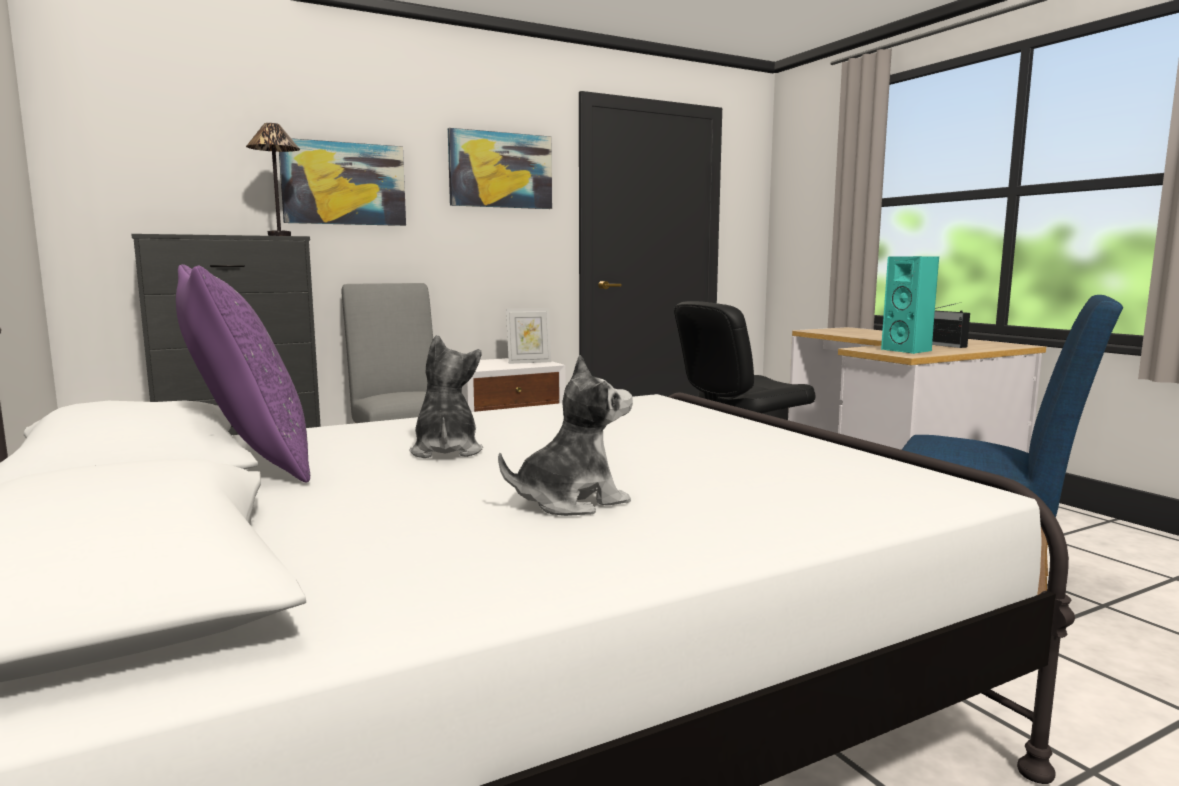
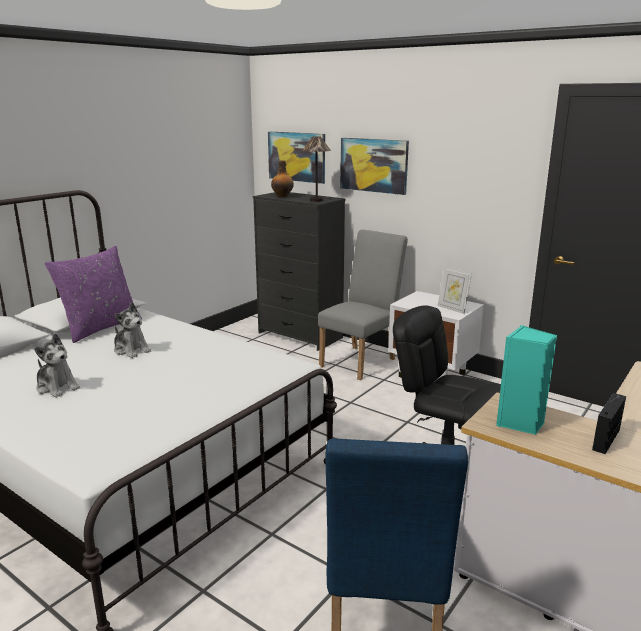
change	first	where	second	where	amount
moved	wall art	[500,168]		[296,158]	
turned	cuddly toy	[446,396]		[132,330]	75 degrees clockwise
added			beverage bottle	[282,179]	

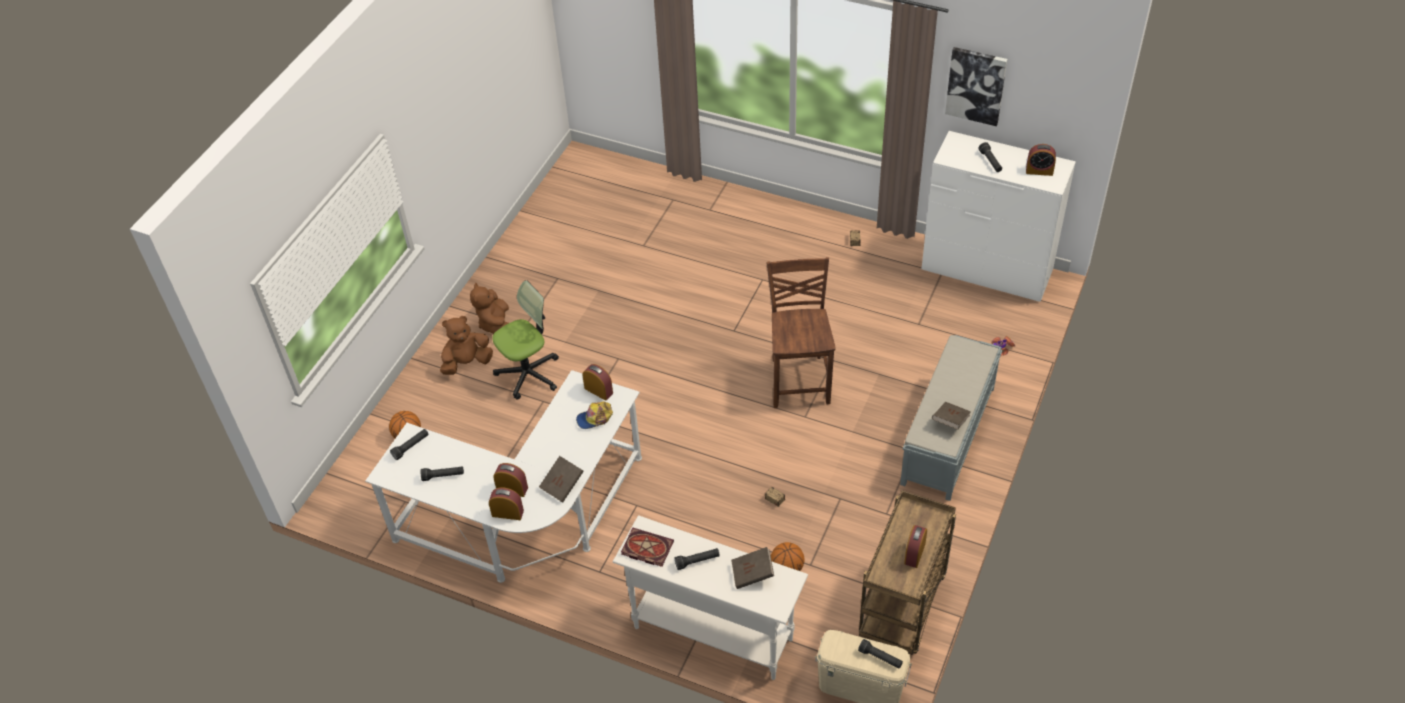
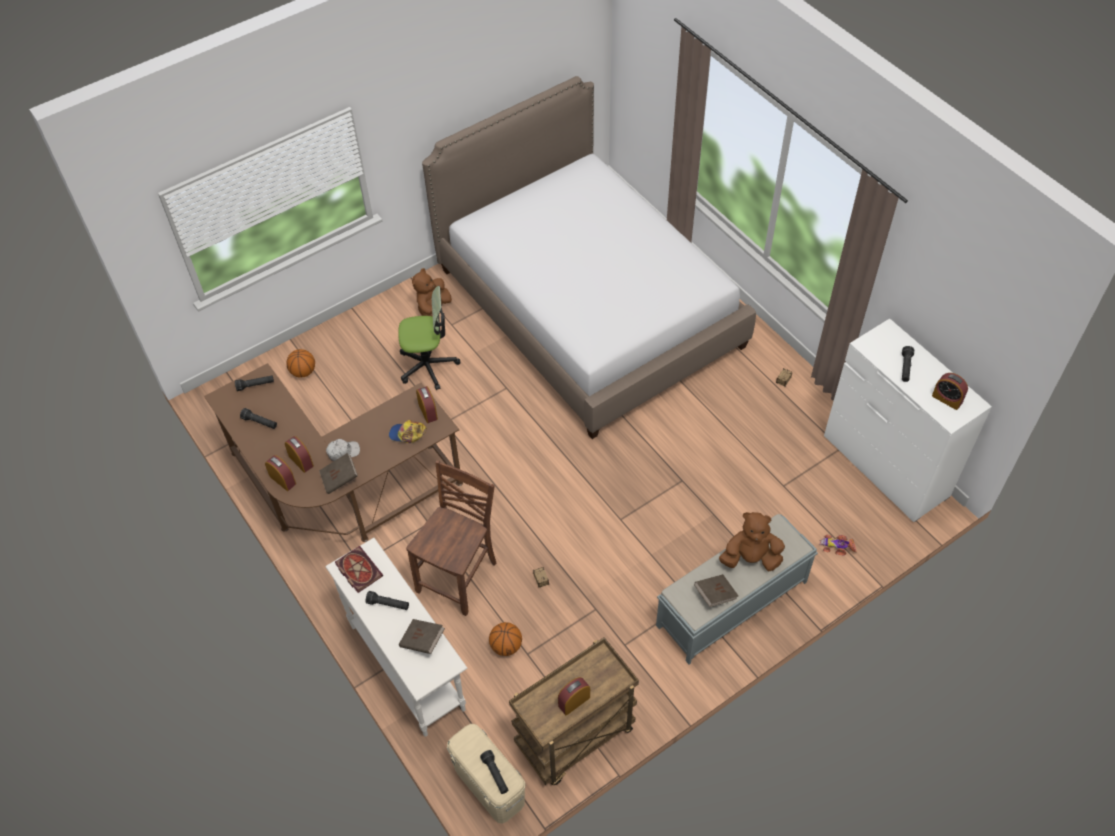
change	first	where	second	where	amount
removed	wall art	[976,86]			
moved	brownish upright chair	[801,332]		[451,538]	
moved	brownish cuddly toy	[466,345]		[752,541]	
recoloured	white-coloured desk table	[503,476]	brownish desk table	[333,452]	
added			bed	[589,257]	
added			white-coloured cap	[343,450]	

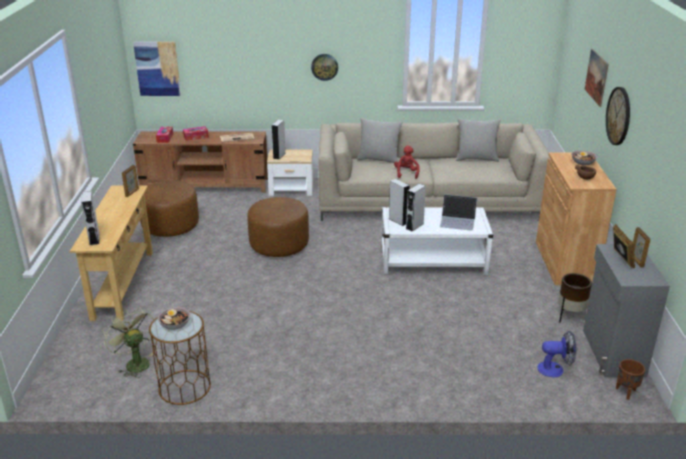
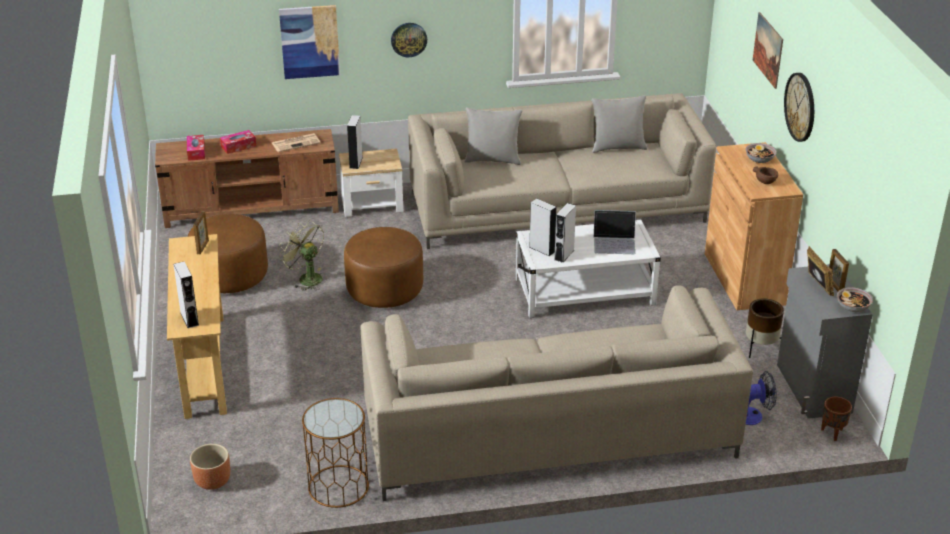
change	first	where	second	where	amount
moved	wall art	[157,69]		[309,42]	
removed	red cuddly toy	[407,162]			
moved	green-coloured fan	[128,342]		[301,256]	
moved	bowl	[174,318]		[855,299]	
added			beige-coloured couch	[556,393]	
added			brownish planter	[210,467]	

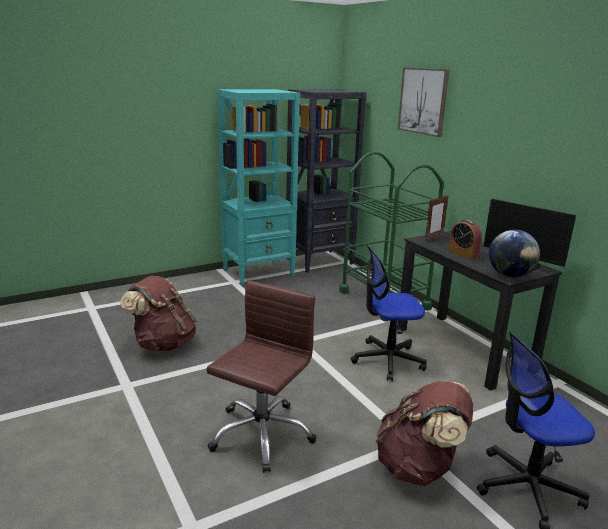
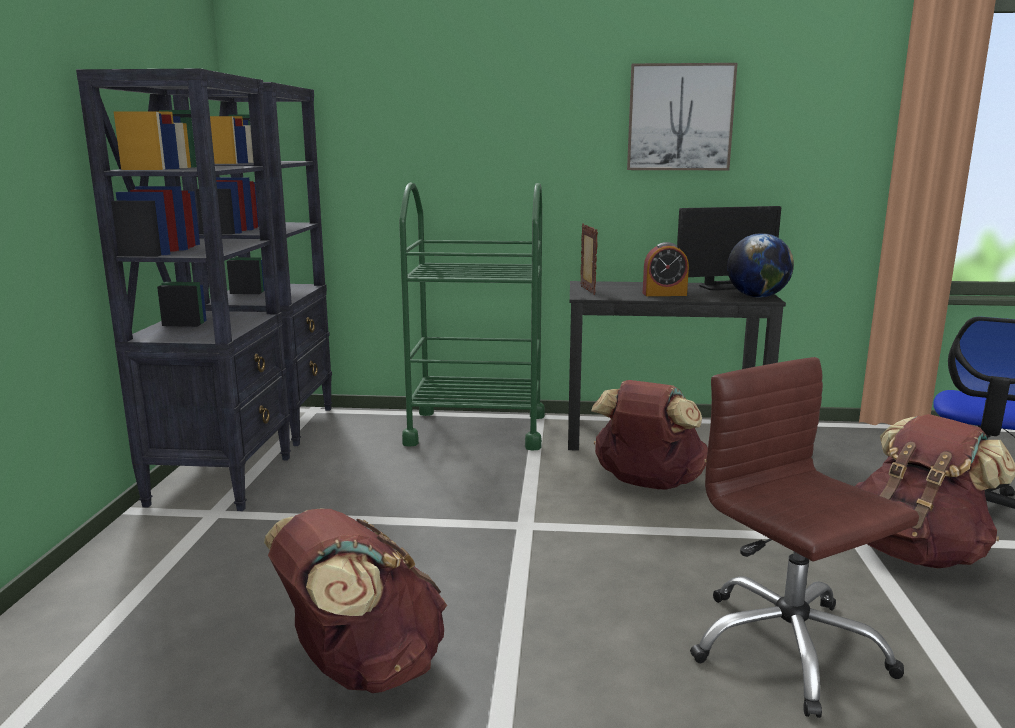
change	first	where	second	where	amount
moved	wall art	[423,102]		[682,116]	
recoloured	blue-green shelving unit	[259,187]	black-coloured shelving unit	[183,290]	
replaced	computer chair	[389,312]	brownish backpack	[649,435]	

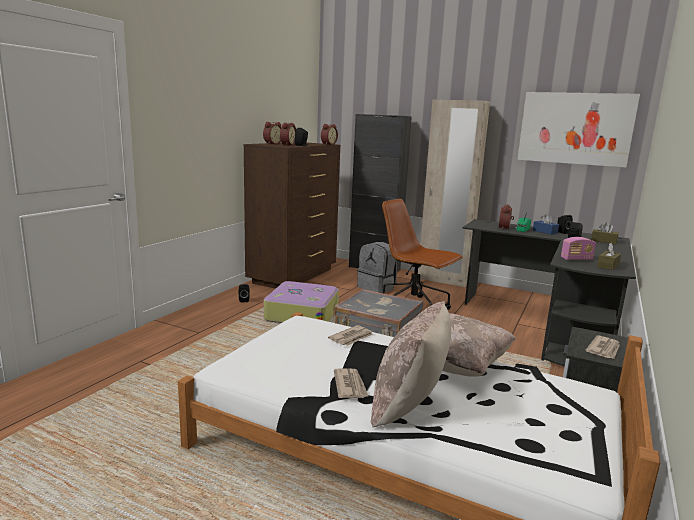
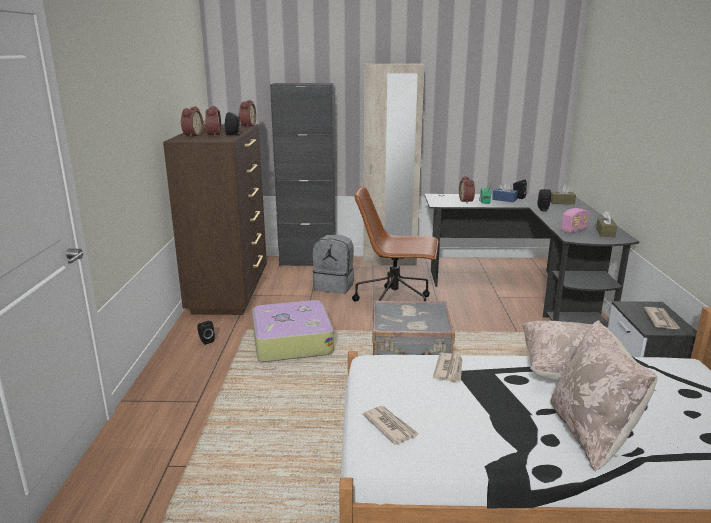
change	first	where	second	where	amount
removed	wall art	[578,129]			
moved	newspaper	[351,383]		[390,425]	

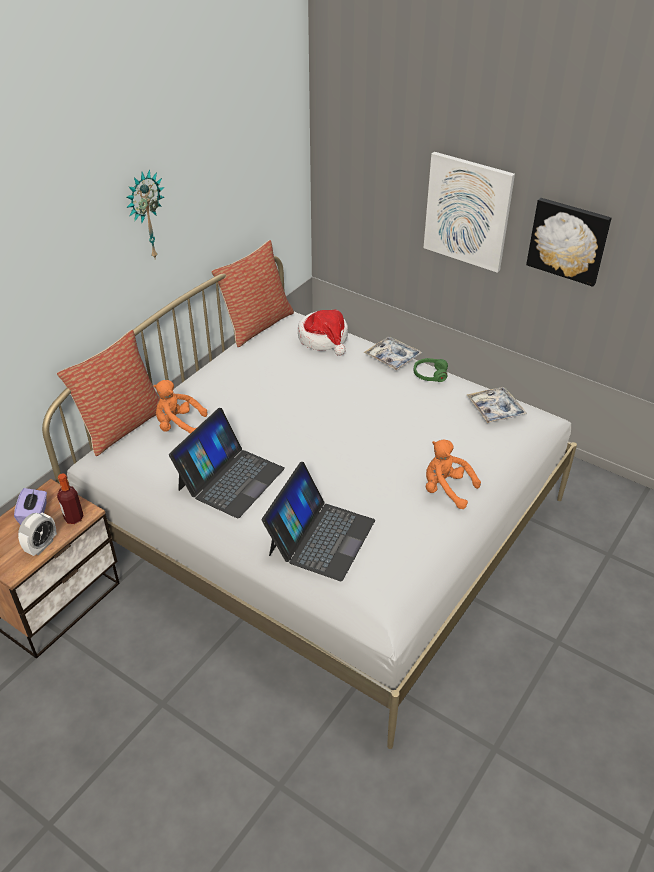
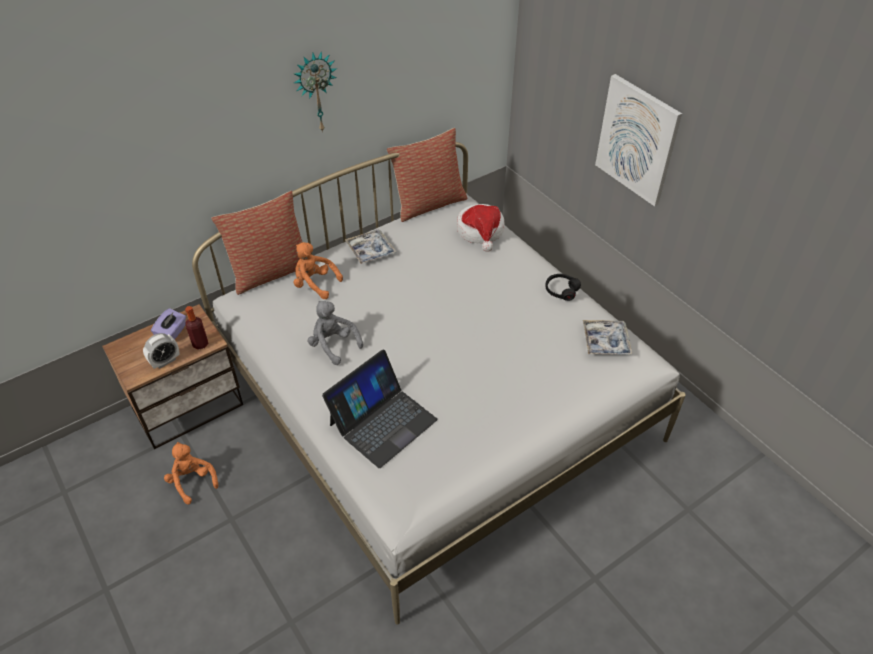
change	first	where	second	where	amount
removed	wall art	[568,242]			
moved	serving tray	[392,353]		[371,246]	
recoloured	green-coloured headphones	[430,370]	black-coloured headphones	[563,287]	
replaced	notebook computer	[227,463]	greyish cuddly toy	[335,333]	
moved	orange cuddly toy	[453,474]		[191,473]	

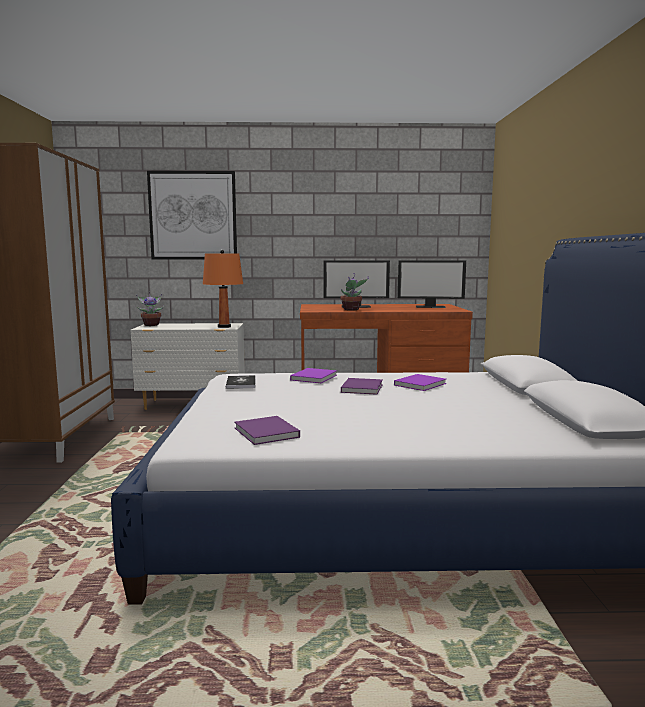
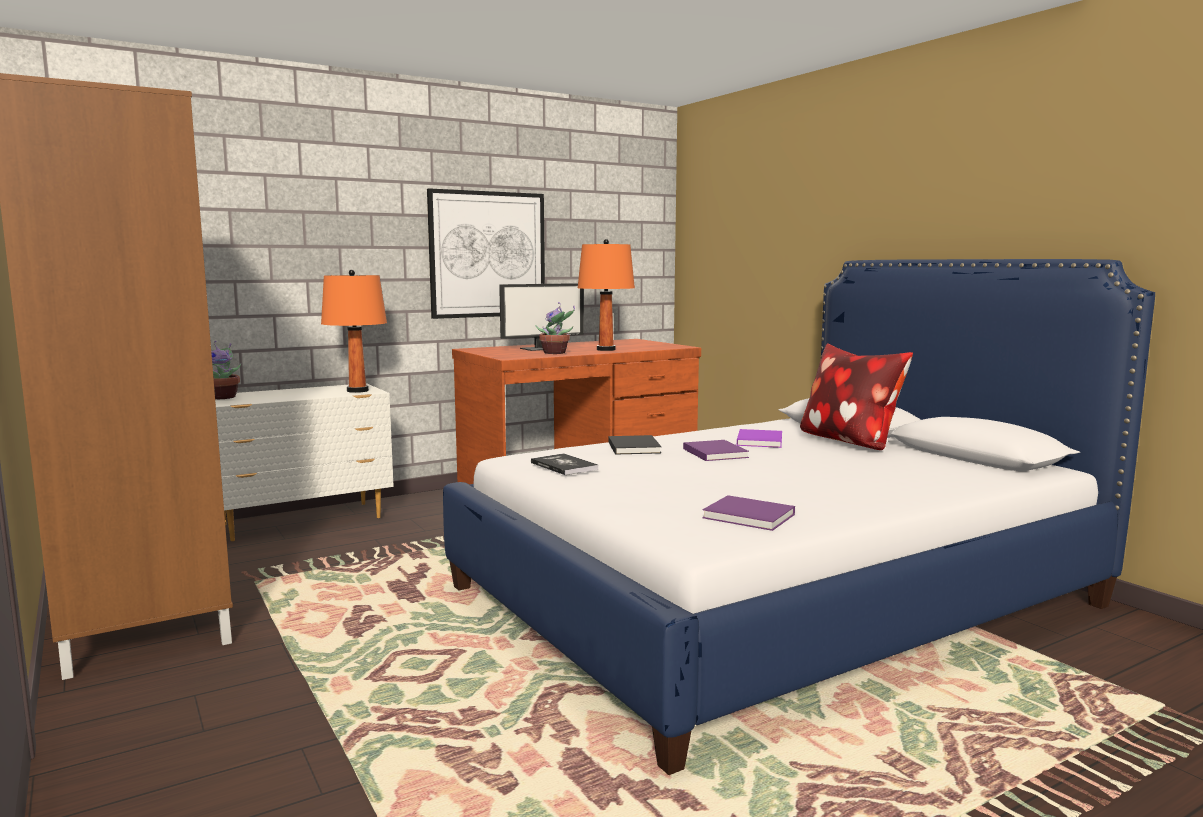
change	first	where	second	where	amount
moved	wall art	[192,215]		[486,253]	
removed	monitor	[432,284]			
recoloured	purplish bound book	[313,375]	black-coloured bound book	[635,445]	
added			orange table lamp	[606,295]	
added			throw pillow	[856,396]	

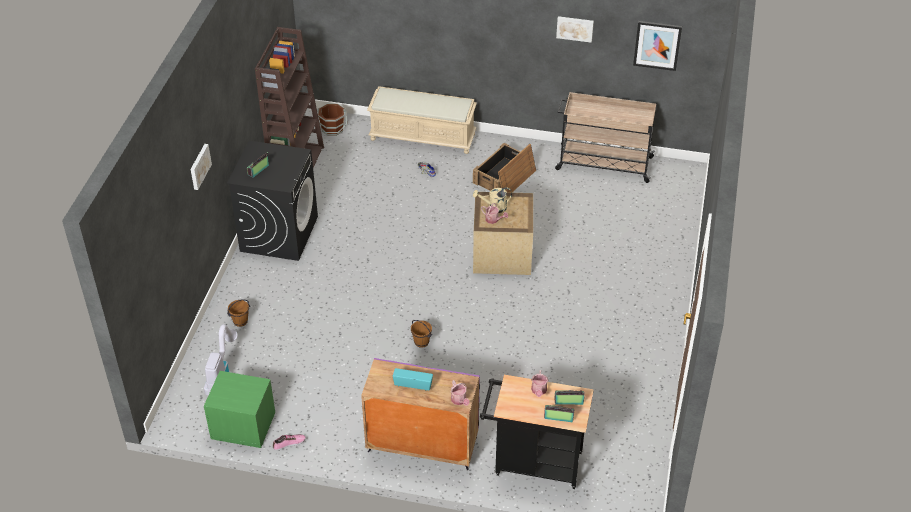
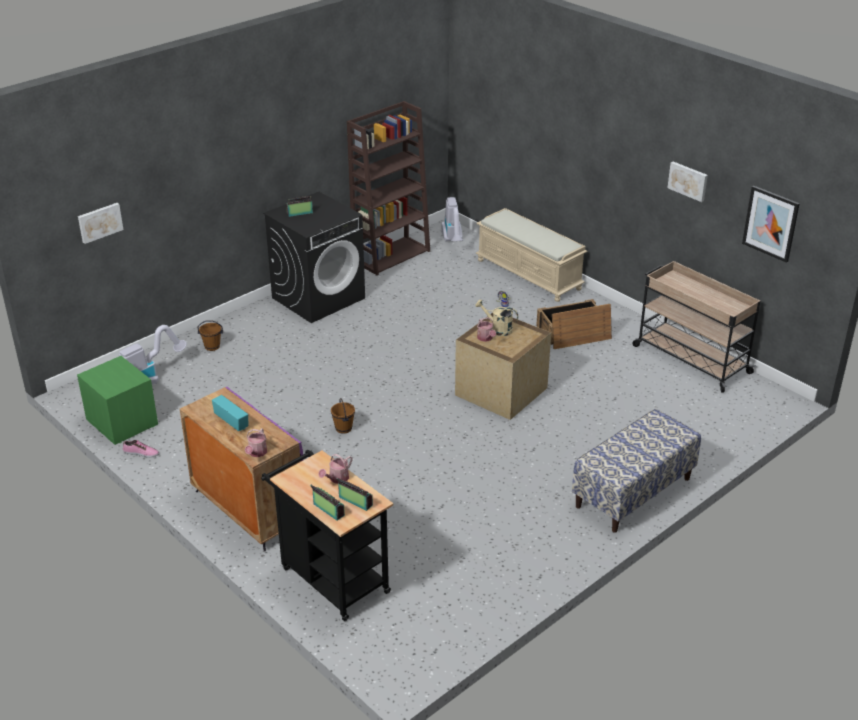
change	first	where	second	where	amount
replaced	brownish water bucket	[332,120]	vacuum	[452,219]	
moved	wall art	[201,167]		[101,223]	
added			long seat	[636,471]	

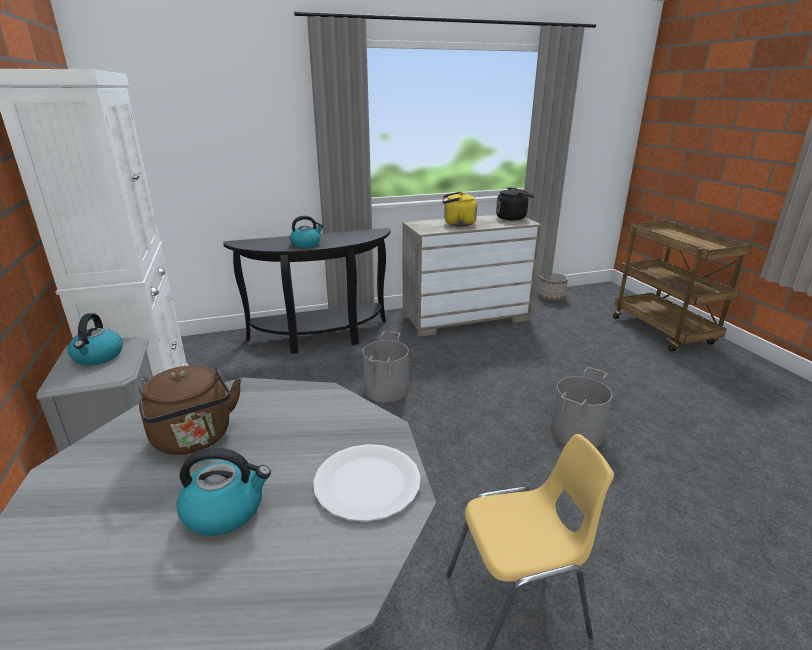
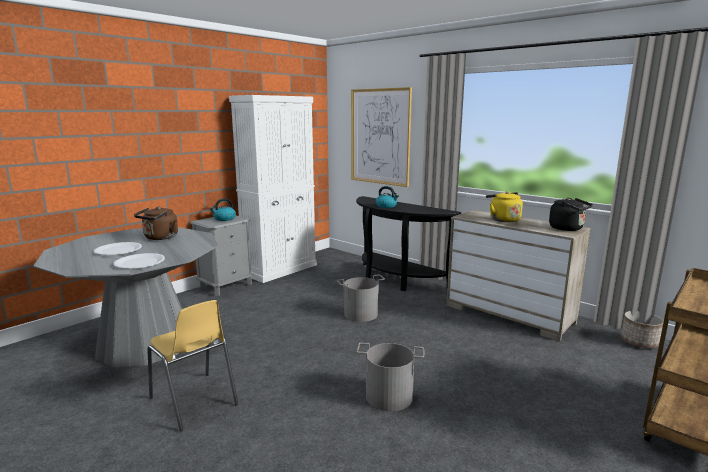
change	first	where	second	where	amount
replaced	tea kettle	[223,492]	white-coloured flat dish	[118,248]	
added			wall art	[381,137]	

